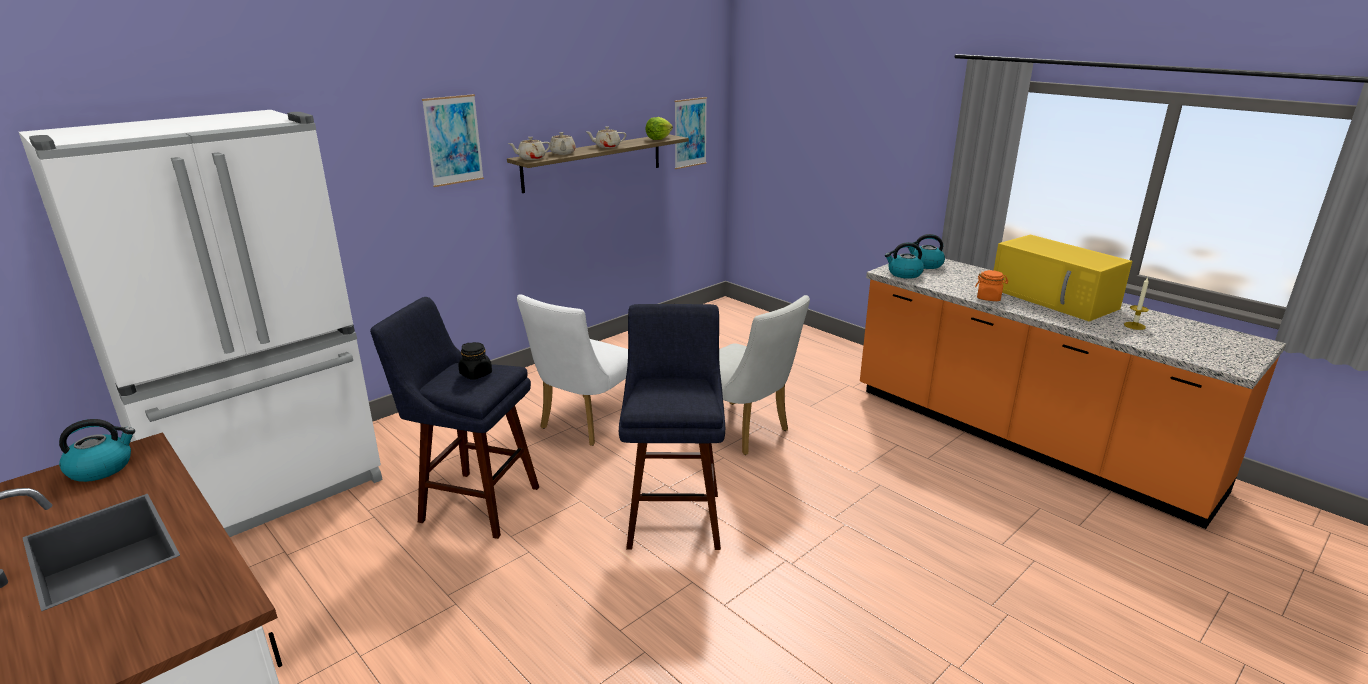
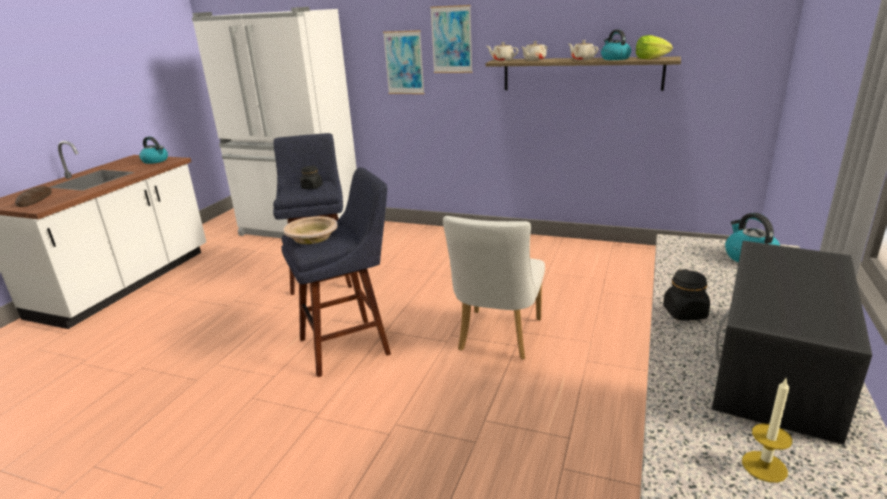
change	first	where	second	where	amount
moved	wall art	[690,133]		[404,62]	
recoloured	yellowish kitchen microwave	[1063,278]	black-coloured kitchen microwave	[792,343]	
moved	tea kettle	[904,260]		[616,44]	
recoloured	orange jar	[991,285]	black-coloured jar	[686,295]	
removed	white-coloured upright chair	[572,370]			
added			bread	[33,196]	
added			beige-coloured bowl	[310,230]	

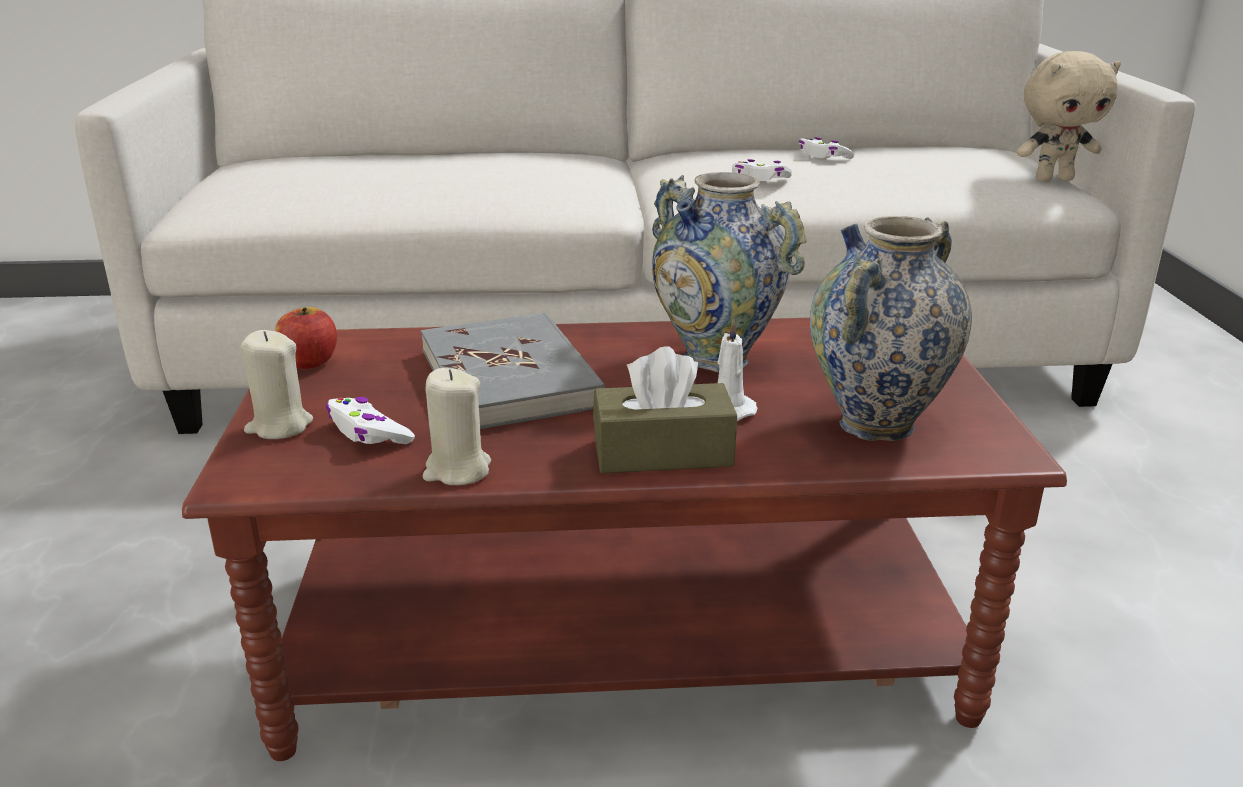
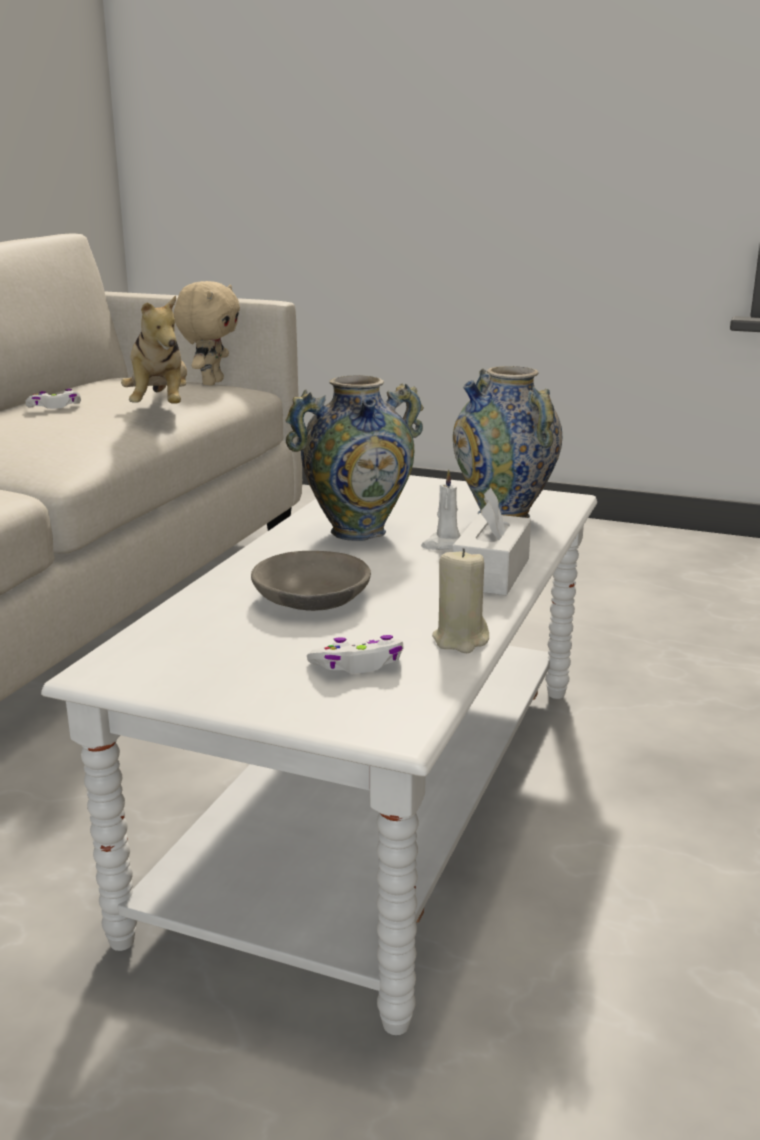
change	first	where	second	where	amount
removed	white-coloured game controller	[762,170]			
removed	whole apple	[306,338]			
replaced	greyish bound book	[513,370]	greyish bowl	[311,581]	
recoloured	brownish lounge table	[624,539]	white-coloured lounge table	[319,755]	
removed	beige-coloured wax candle	[277,384]			
recoloured	brownish tissue holder	[665,410]	white-coloured tissue holder	[491,542]	
added			cuddly toy	[154,349]	

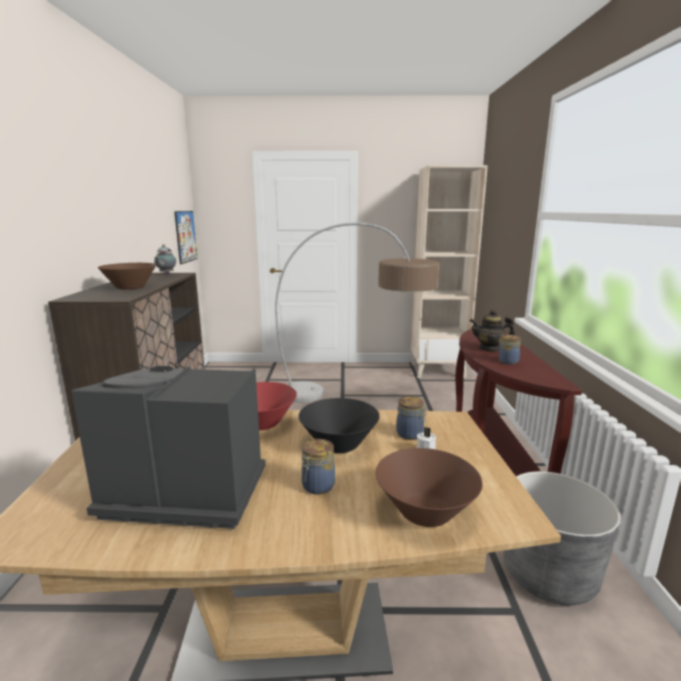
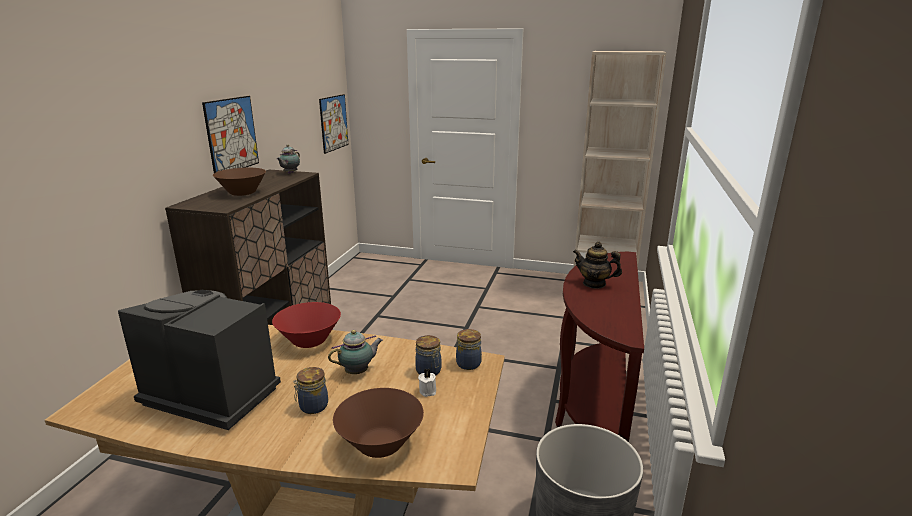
change	first	where	second	where	amount
removed	standard lamp	[357,313]			
moved	jar	[509,349]		[469,349]	
replaced	black-coloured bowl	[339,425]	tea pot	[355,352]	
added			wall art	[230,134]	

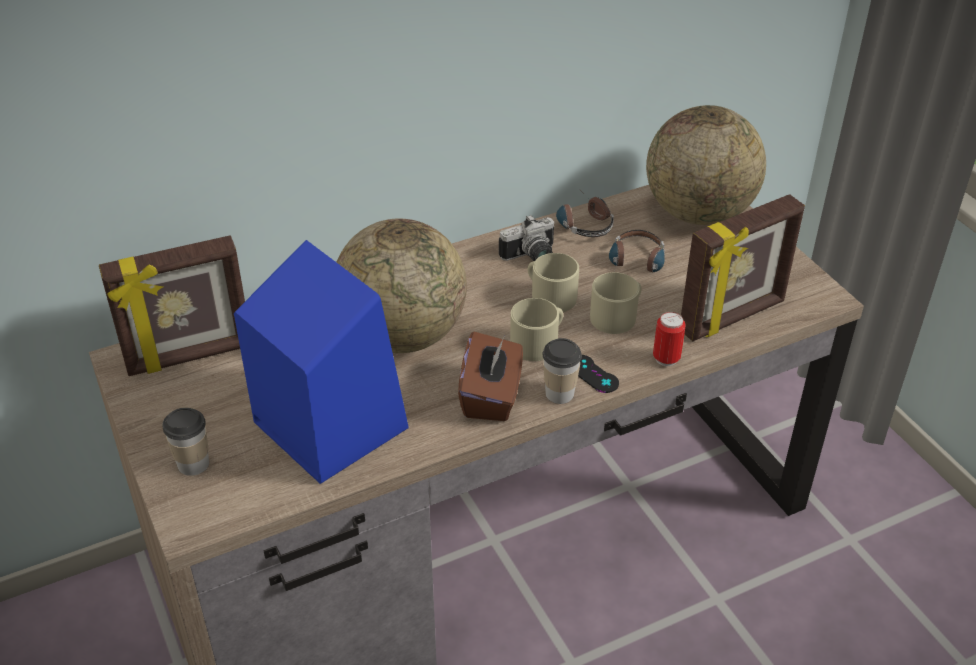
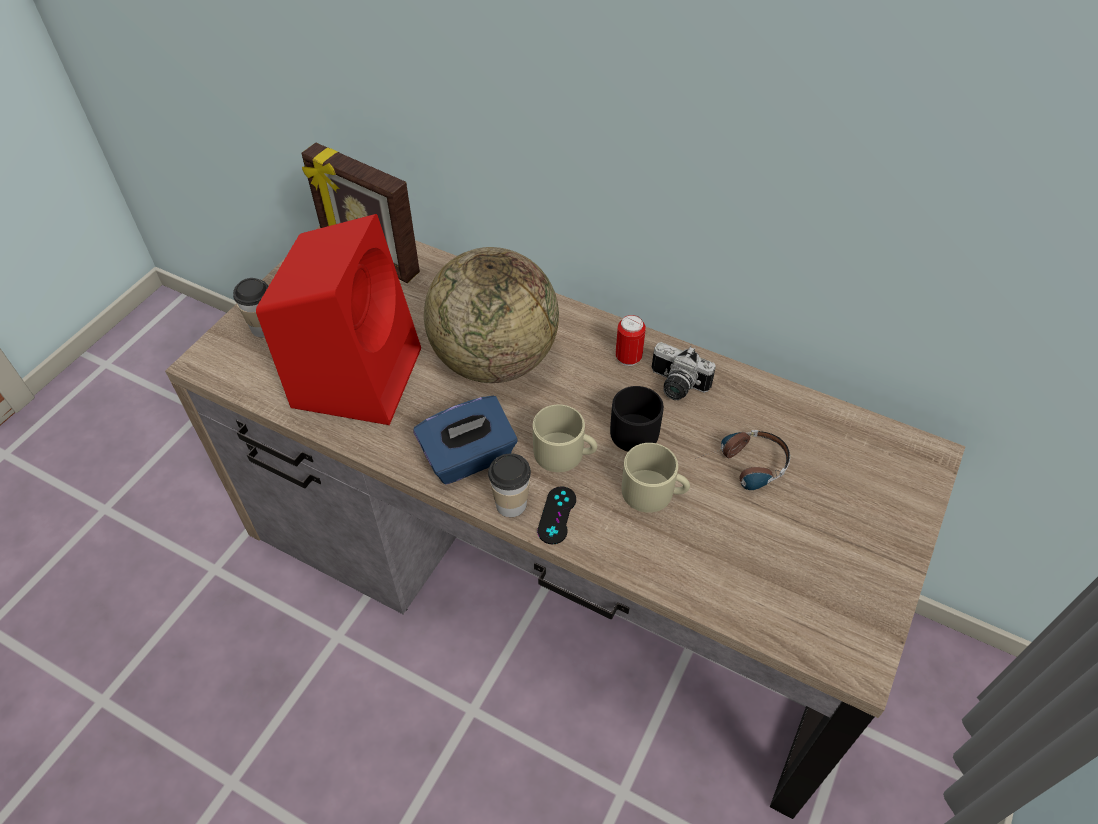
change	first	where	second	where	amount
removed	world globe	[706,165]			
removed	photo frame	[743,267]			
removed	headphones	[585,216]			
recoloured	blue-coloured speaker	[321,362]	red speaker	[338,319]	
recoloured	beige-coloured mug	[553,282]	black-coloured mug	[637,419]	
moved	metal can	[669,339]		[631,340]	
recoloured	brownish tissue holder	[490,376]	blue-coloured tissue holder	[466,440]	

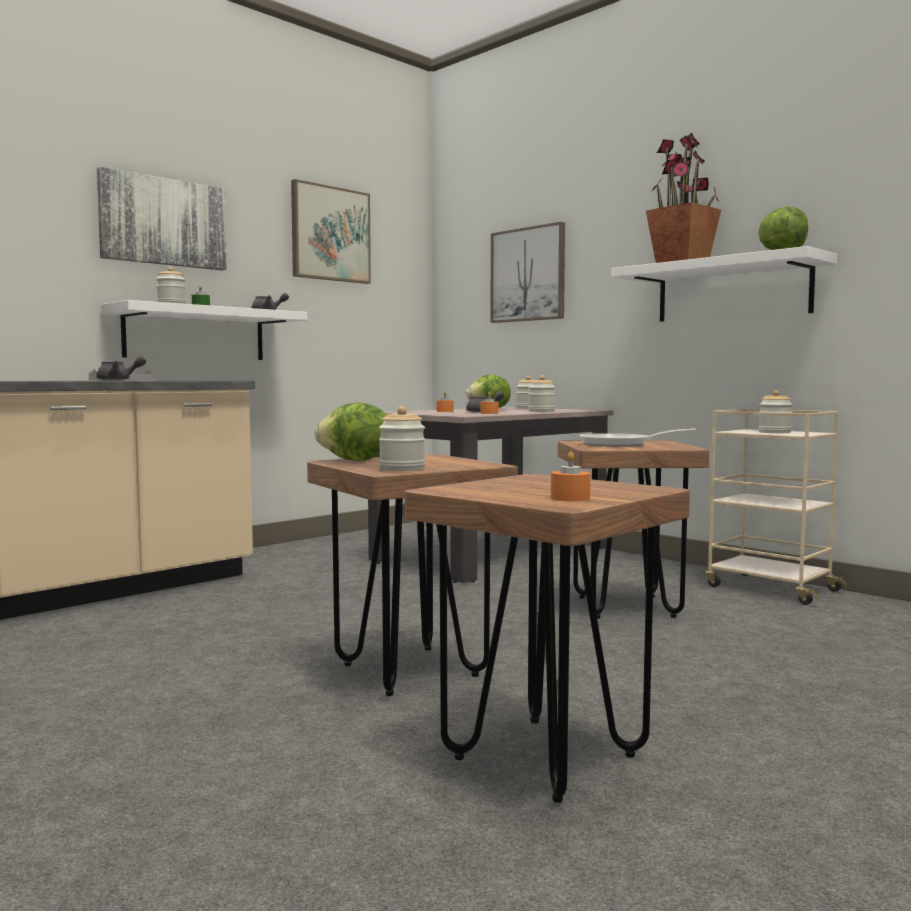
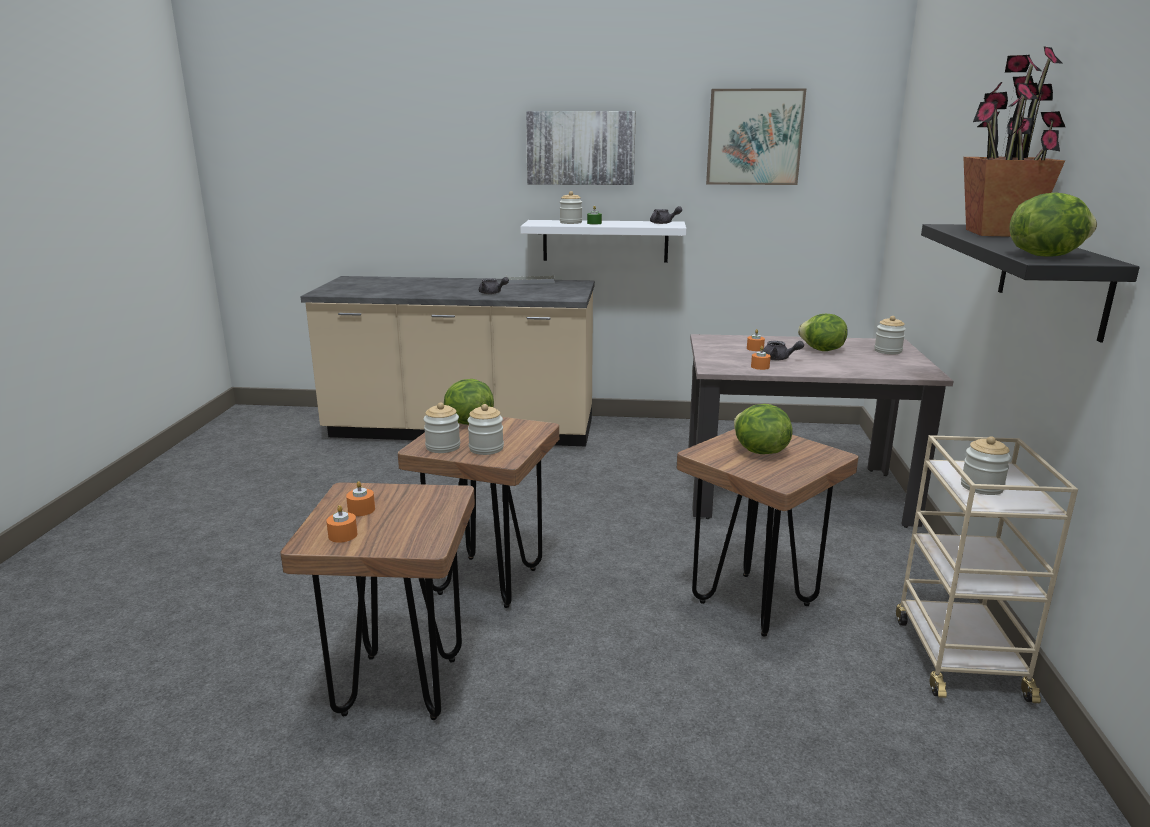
change	first	where	second	where	amount
removed	wall art	[527,272]			
recoloured	white-coloured wall shelf	[724,284]	black-coloured wall shelf	[1030,283]	
moved	jar	[541,393]		[485,429]	
replaced	pan	[637,437]	head of lettuce	[763,429]	
added			orange wax candle	[360,498]	

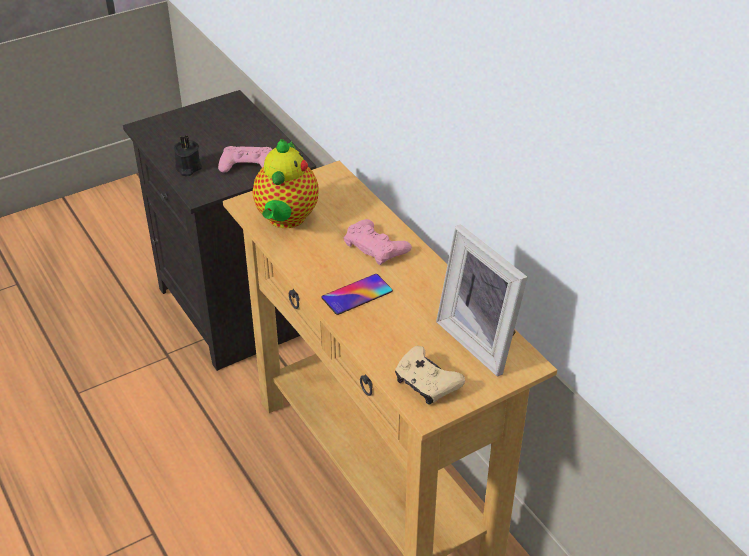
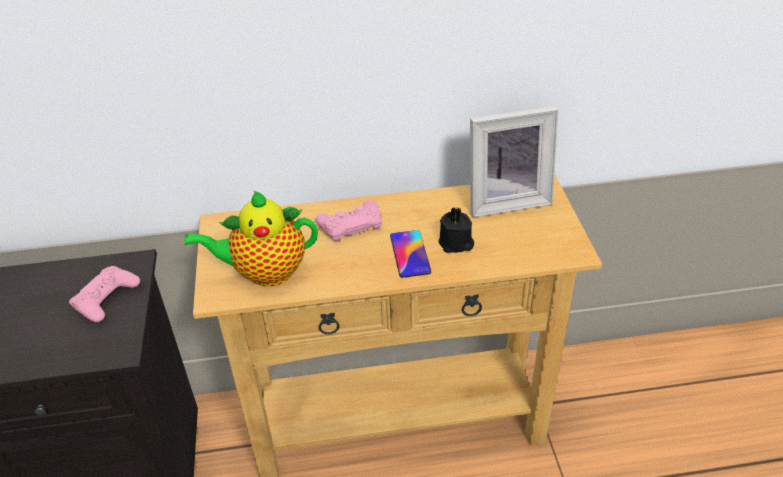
change	first	where	second	where	amount
moved	black-coloured wax candle	[188,156]		[456,230]	
turned	tea pot	[286,183]		[251,238]	135 degrees clockwise
removed	beige-coloured game controller	[430,375]			

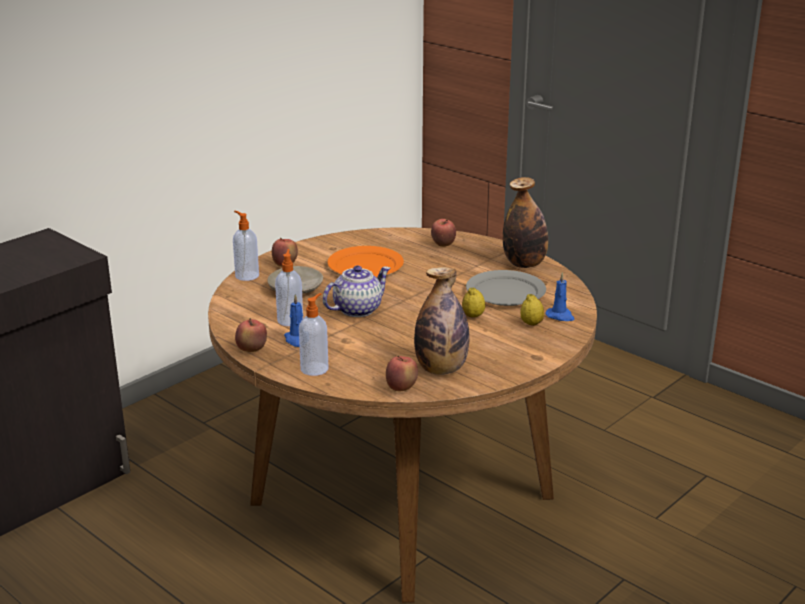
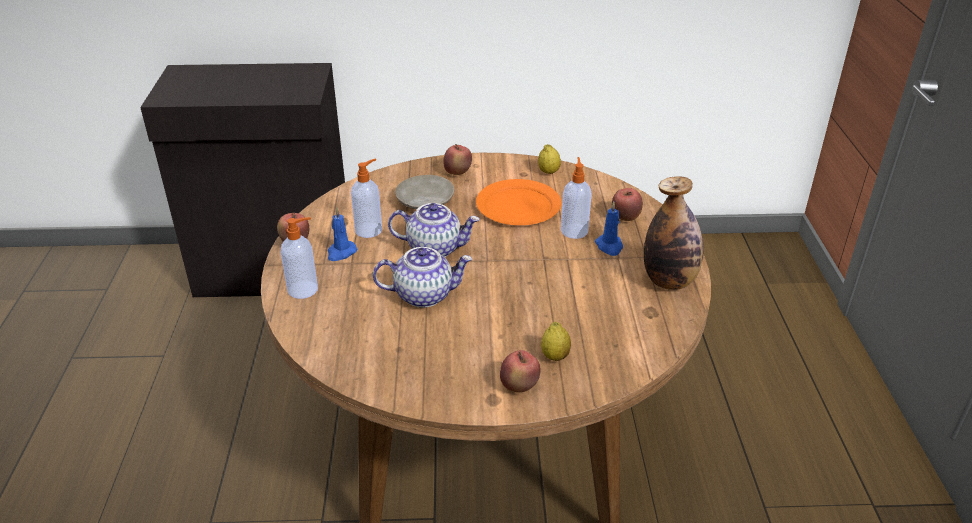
change	first	where	second	where	amount
moved	soap bottle	[246,246]		[576,198]	
removed	beverage bottle	[442,321]			
removed	greyish flat dish	[506,288]			
moved	blue-coloured wax candle	[559,296]		[609,228]	
moved	whole lemon	[473,302]		[549,159]	
moved	whole apple	[402,373]		[520,371]	
added			tea pot	[422,277]	

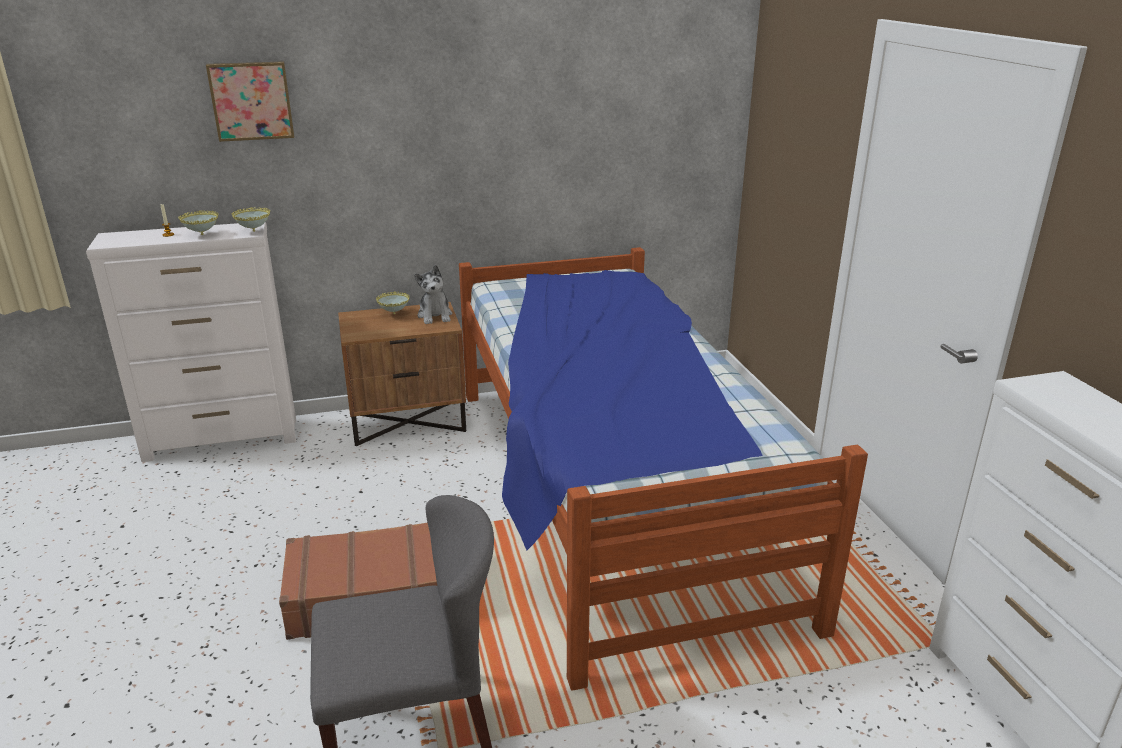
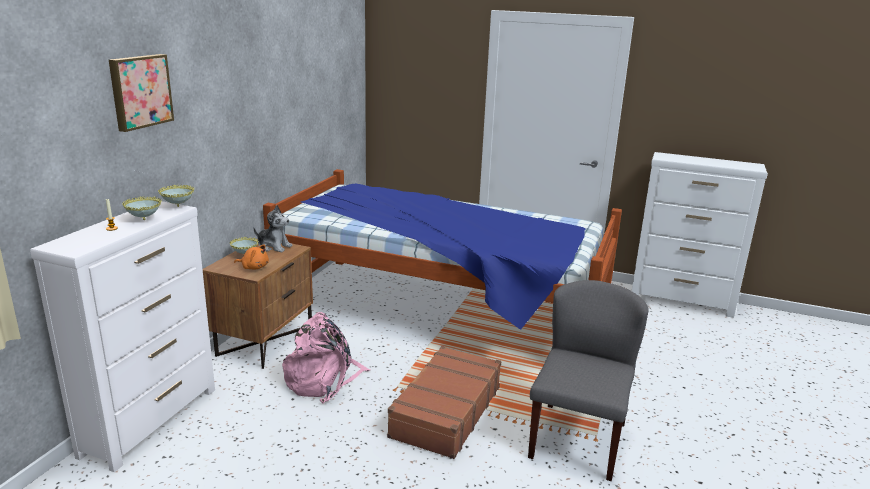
change	first	where	second	where	amount
added			orange cuddly toy	[251,256]	
added			pinkish backpack	[326,357]	

